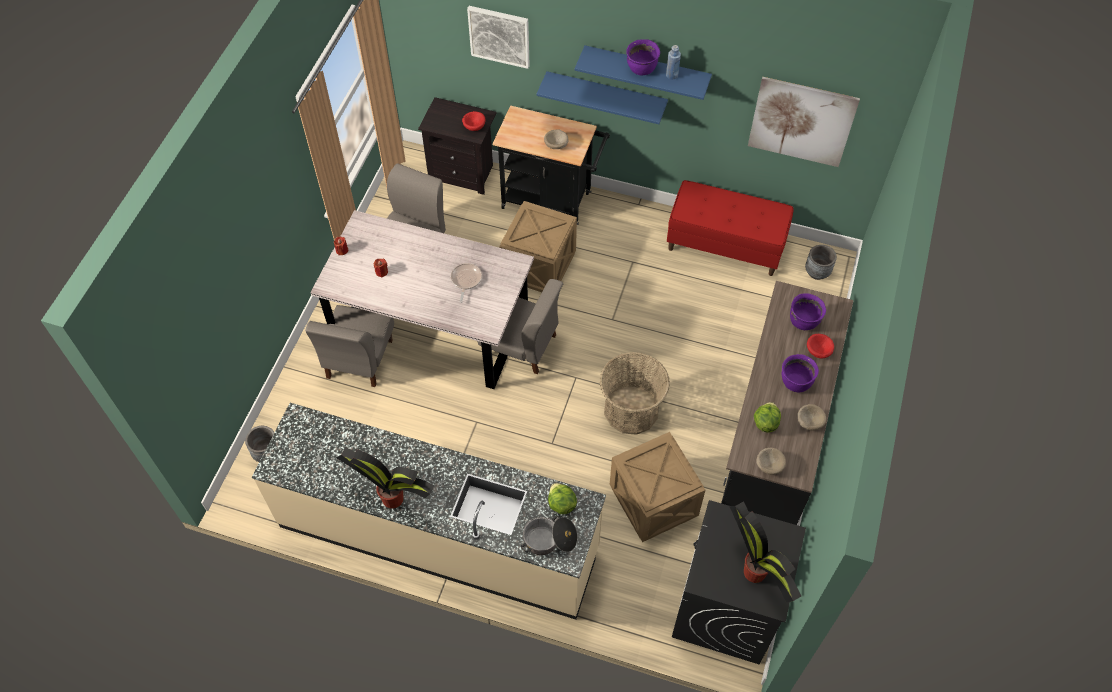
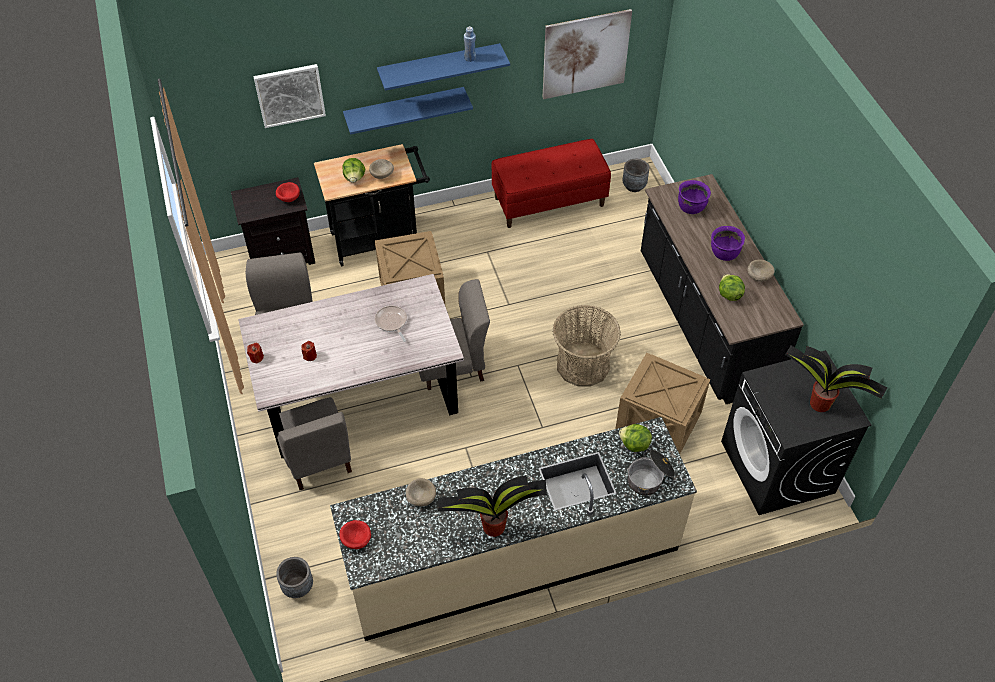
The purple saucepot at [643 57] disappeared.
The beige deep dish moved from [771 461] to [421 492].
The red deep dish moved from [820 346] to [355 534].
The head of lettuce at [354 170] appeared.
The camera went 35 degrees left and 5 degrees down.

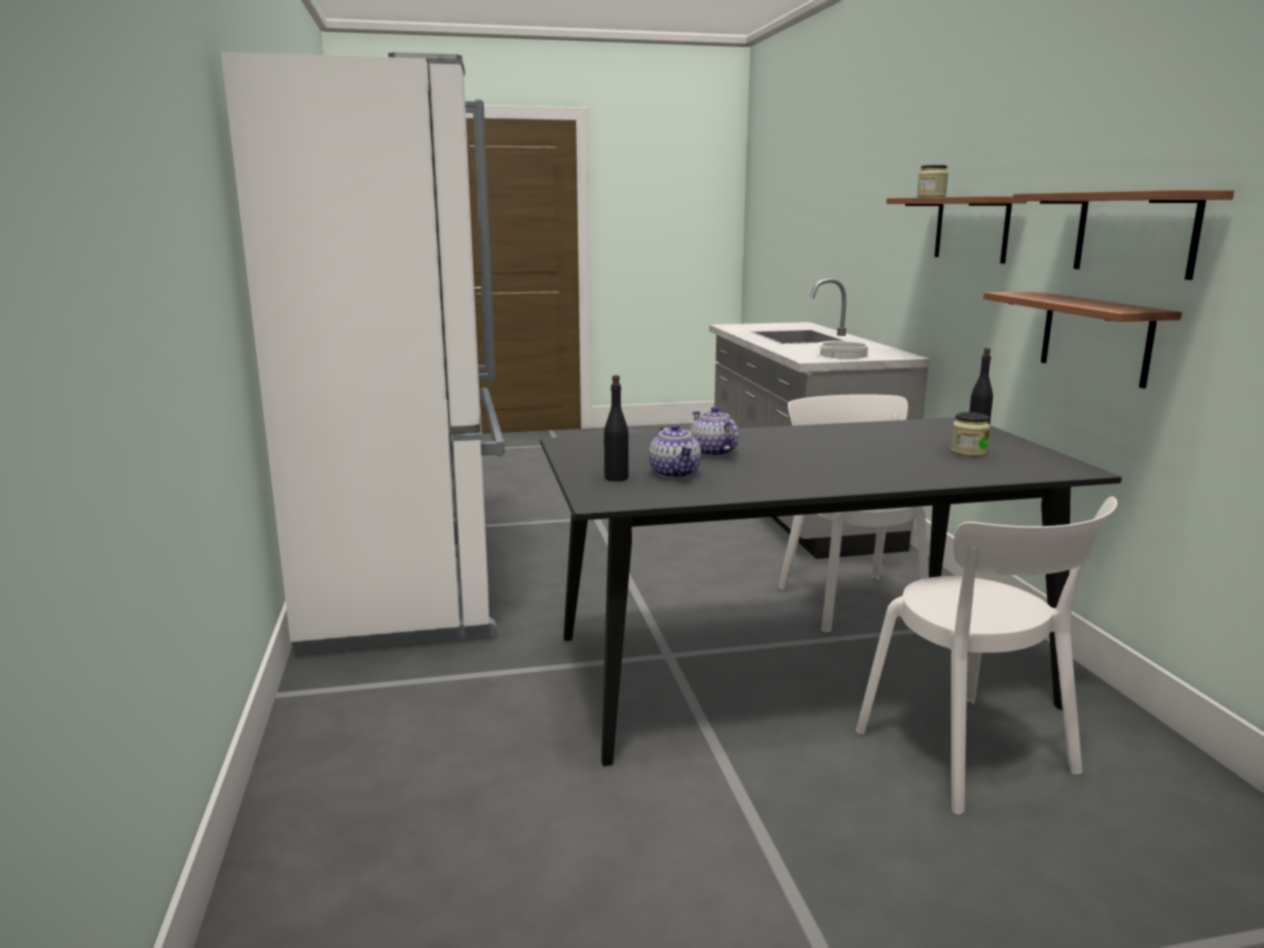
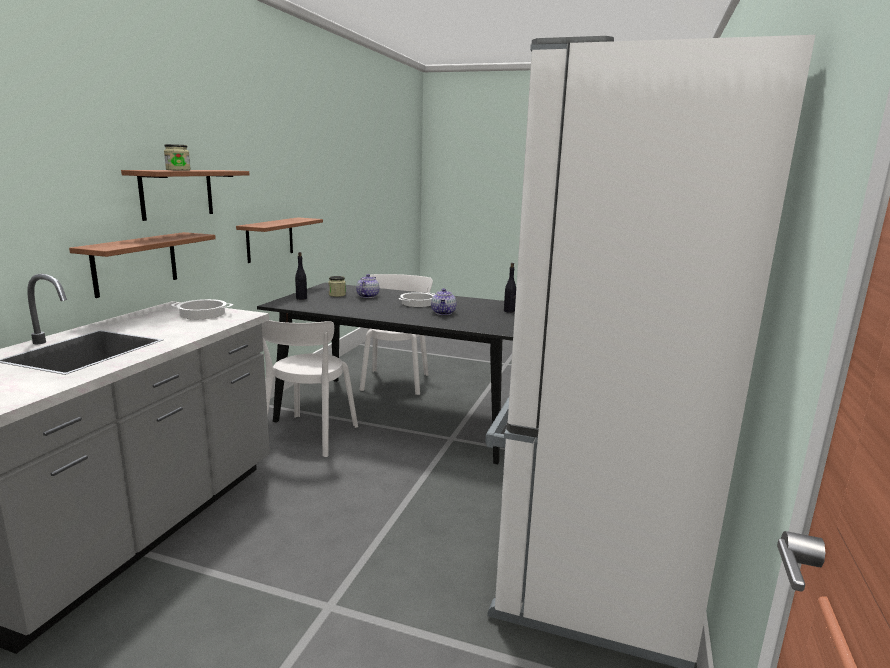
The tea pot moved from [675 451] to [367 286].
The shelf moved from [1123 235] to [142 265].
The saucepot at [416 299] appeared.
The camera went 150 degrees left and 0 degrees up.

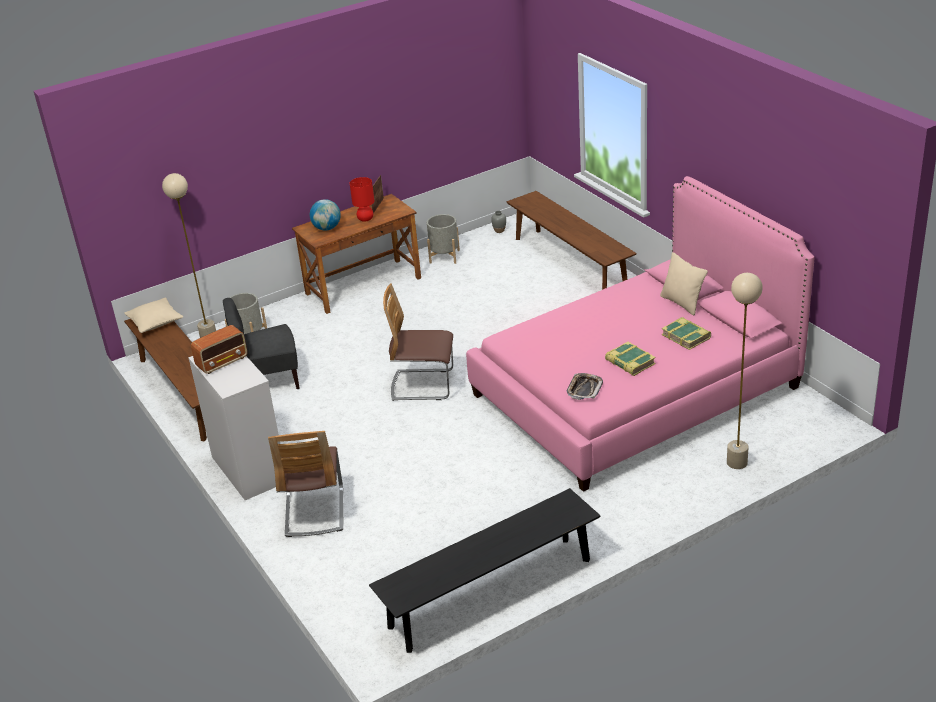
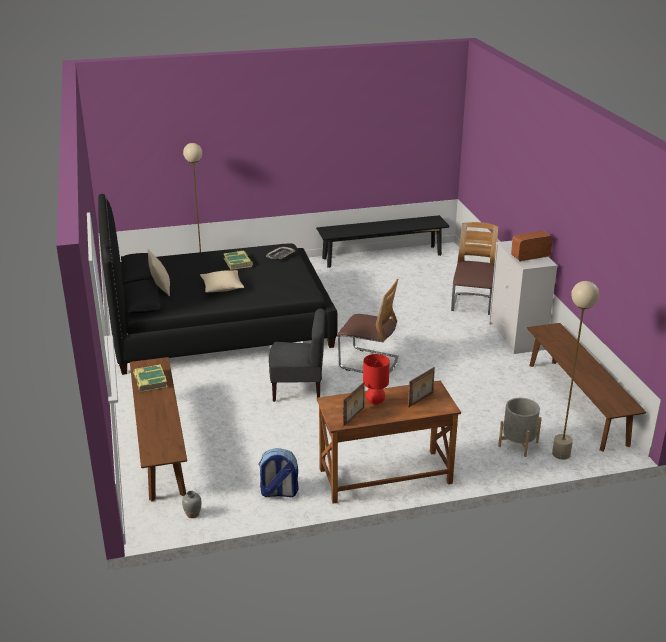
The beige cushion moved from [153 315] to [222 281].
The grey upright chair moved from [261 343] to [297 355].
The world globe at [325 215] was replaced by the picture frame at [421 387].
The grey plant pot at [443 239] was replaced by the backpack at [278 472].
The pink-coloured sleeping bed at [640 334] became the black-coloured sleeping bed at [218 284].
The bound book moved from [686 333] to [150 378].
The camera went 165 degrees left and 5 degrees down.

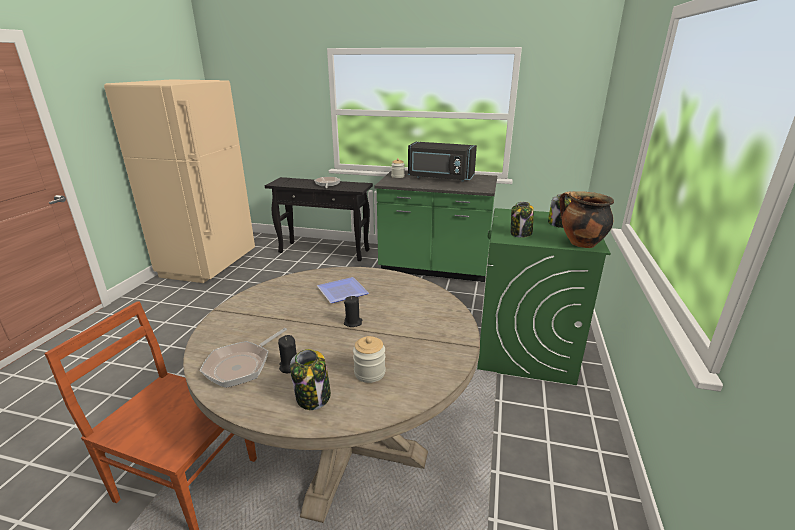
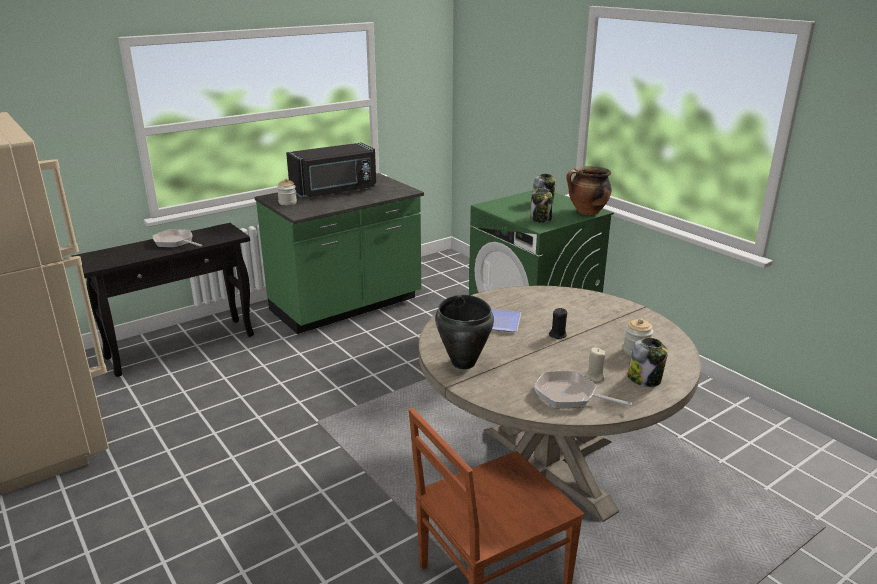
The pan at [243 358] turned 135 degrees clockwise.
The black-coloured candle at [287 354] became the beige candle at [595 364].
The black-coloured saucepot at [464 332] appeared.
The camera went 50 degrees left and 0 degrees up.

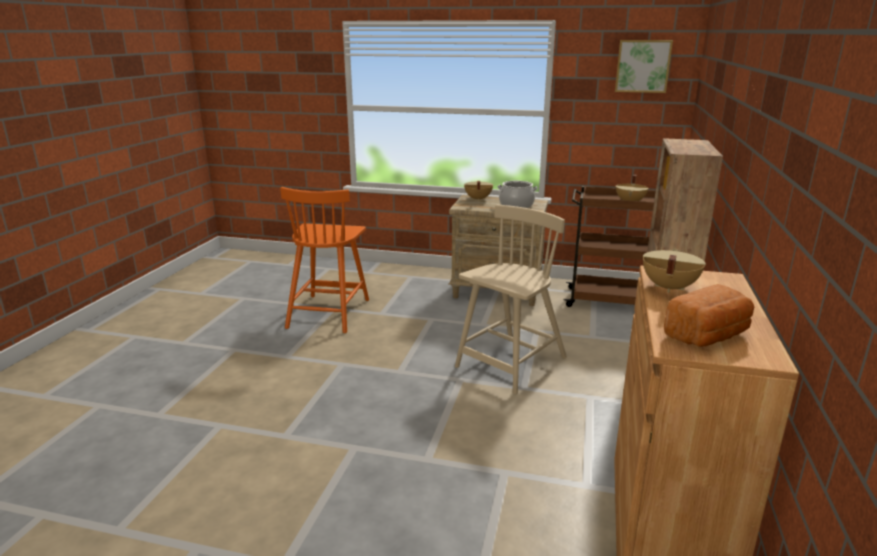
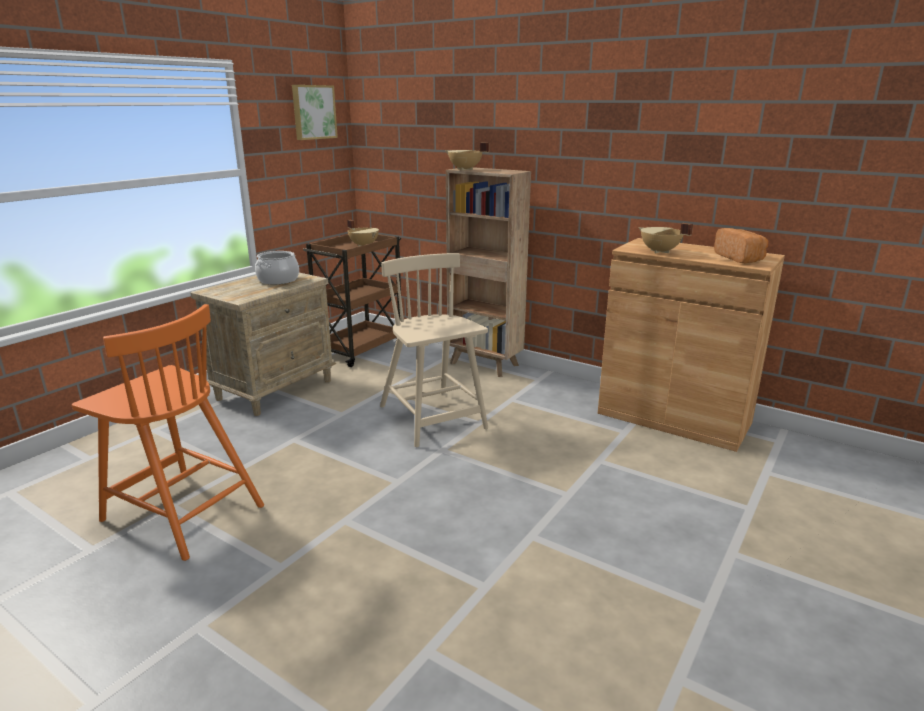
The beige saucepot moved from [478 191] to [467 156].
The camera went 70 degrees left and 0 degrees up.

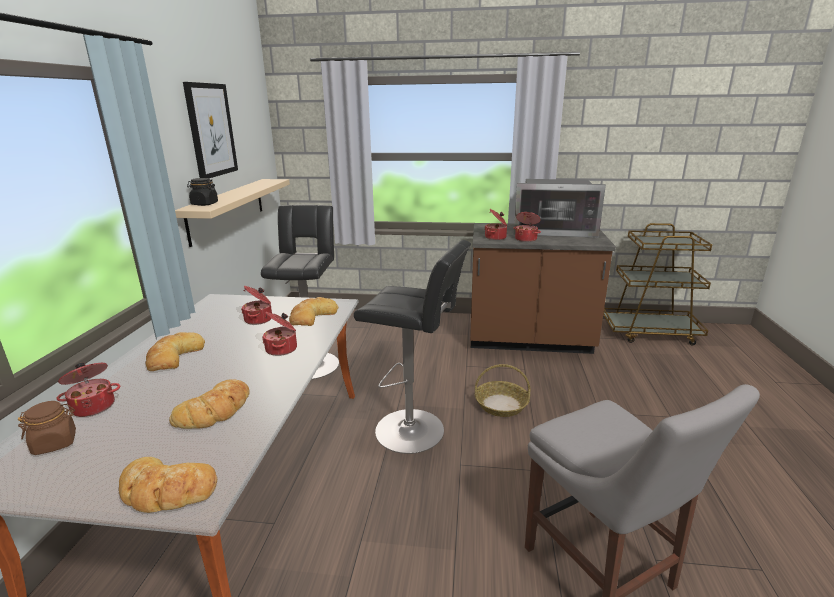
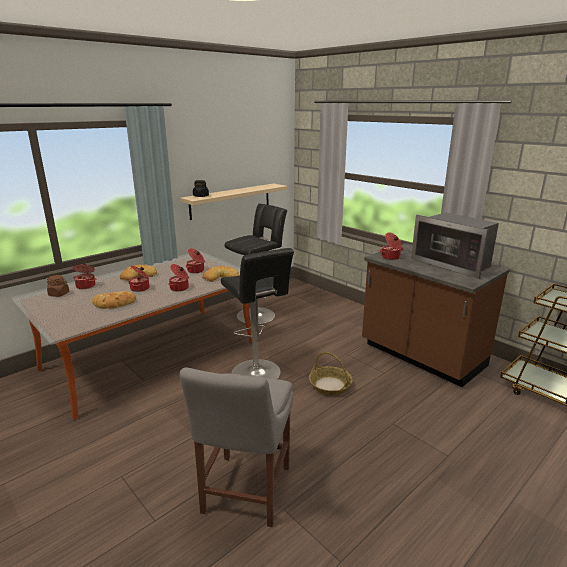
The baked bread at [168 485] disappeared.
The wall art at [210 130] disappeared.
The saucepot moved from [527 227] to [138 278].
The camera went 40 degrees right and 0 degrees up.

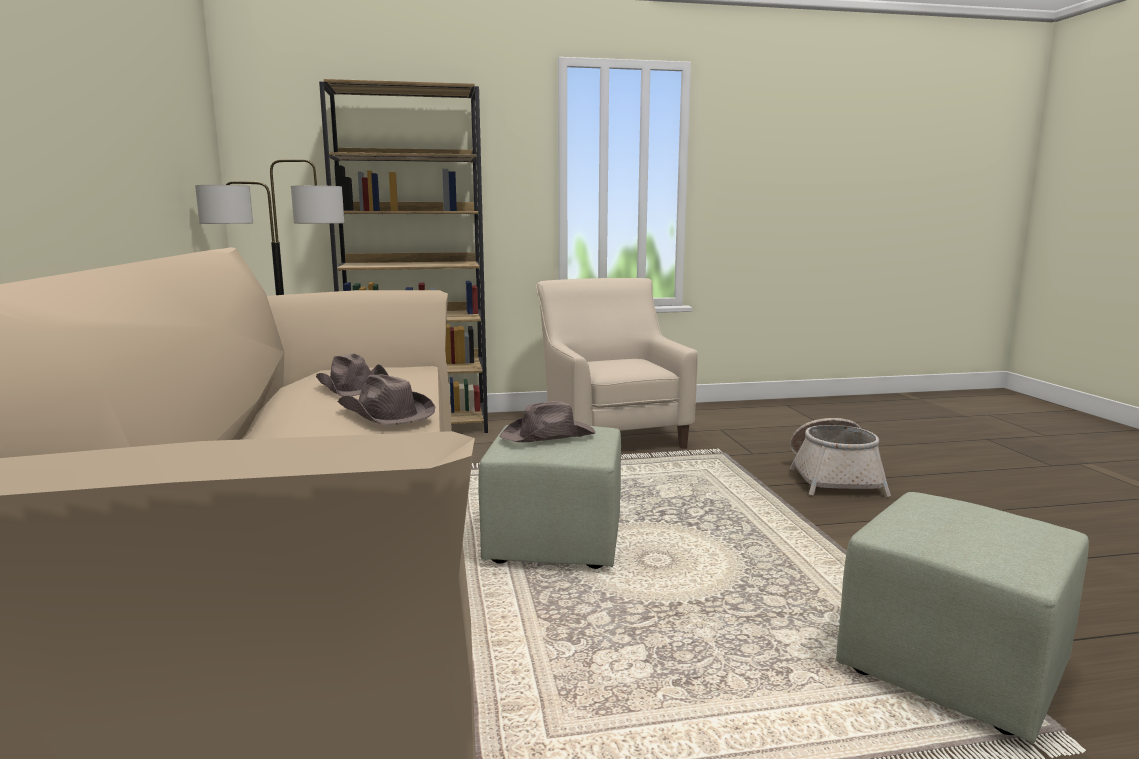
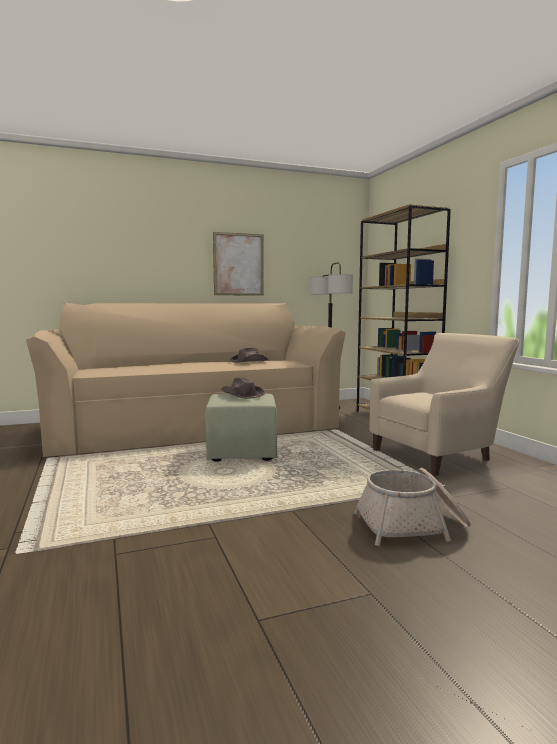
The brown hat at [386 399] disappeared.
The green ottoman at [962 618] disappeared.
The wall art at [238 264] appeared.
The camera went 80 degrees right and 5 degrees down.

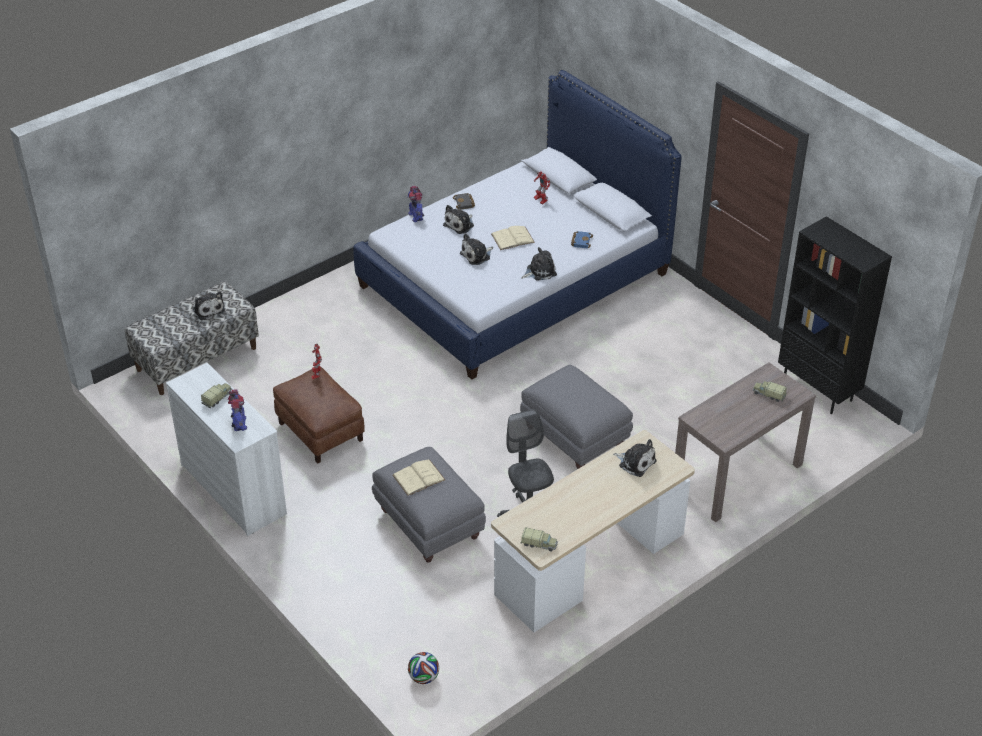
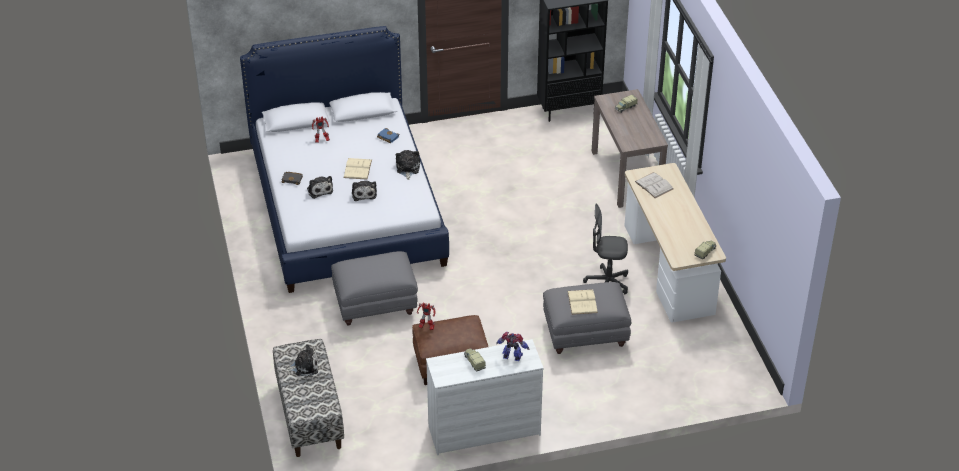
The model robot at [415 204] disappeared.
The ball for football at [423 668] disappeared.
The grey ottoman moved from [576 417] to [374 288].
The cuddly toy at [634 458] was replaced by the white bound book at [654 185].
The camera went 65 degrees left and 0 degrees up.

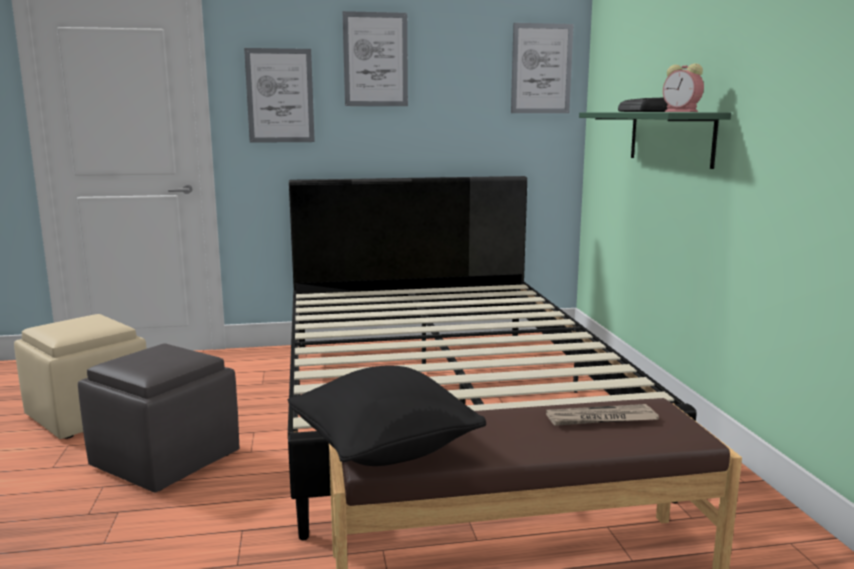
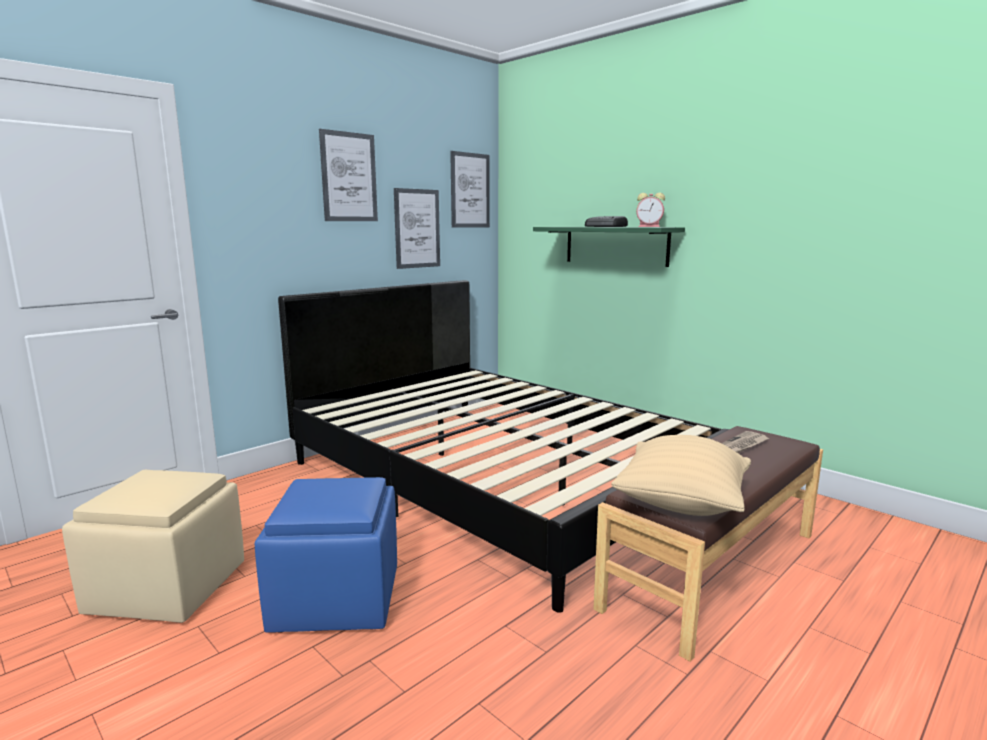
The grey ottoman at [158 417] became the blue-coloured ottoman at [326 555].
The wall art moved from [279 95] to [417 228].
The black-coloured cushion at [387 416] became the beige cushion at [681 475].
The camera went 35 degrees left and 0 degrees up.

